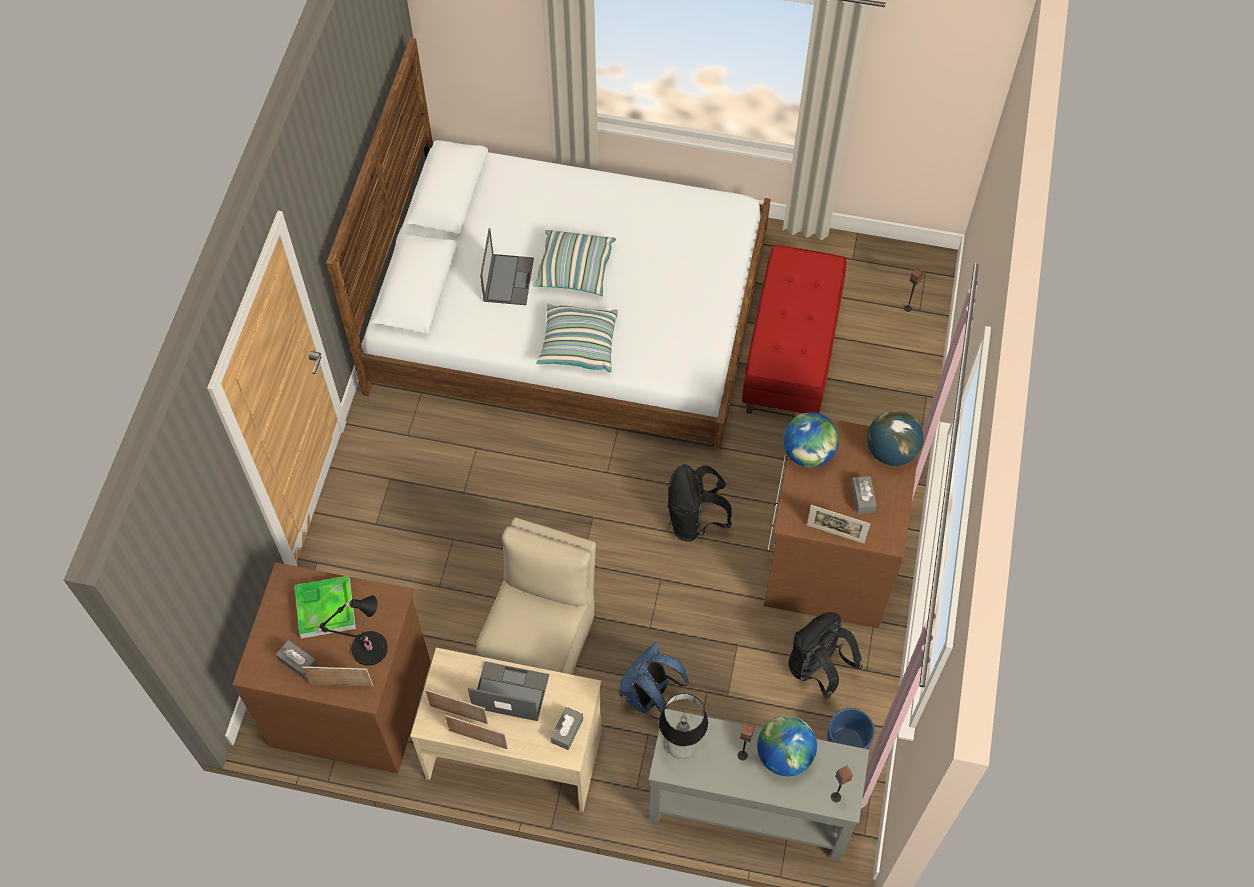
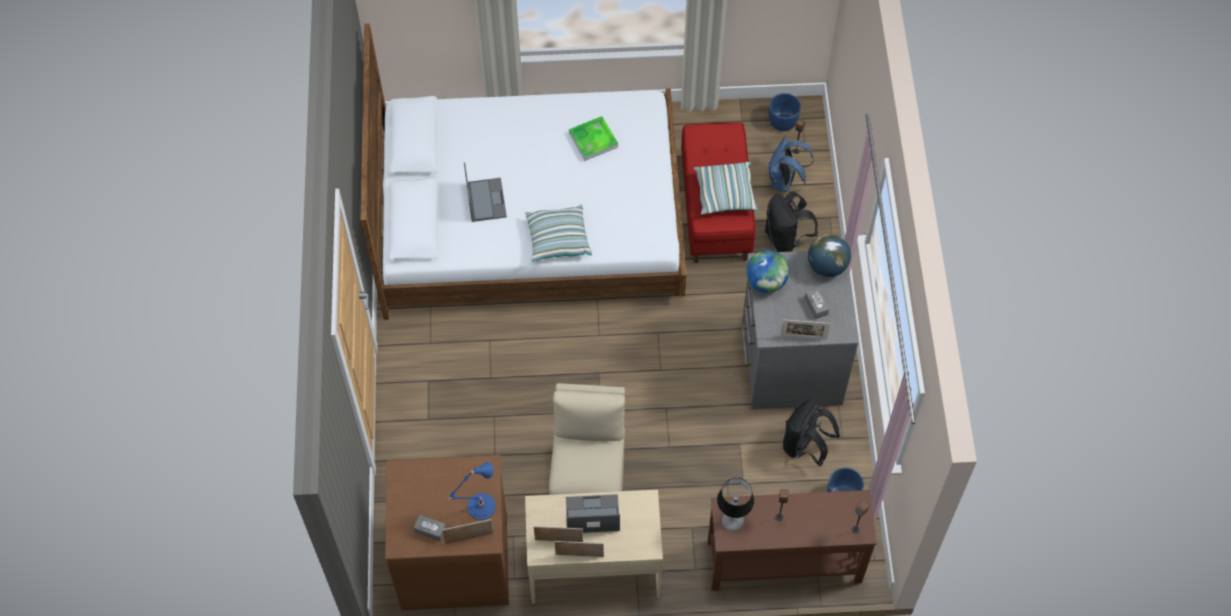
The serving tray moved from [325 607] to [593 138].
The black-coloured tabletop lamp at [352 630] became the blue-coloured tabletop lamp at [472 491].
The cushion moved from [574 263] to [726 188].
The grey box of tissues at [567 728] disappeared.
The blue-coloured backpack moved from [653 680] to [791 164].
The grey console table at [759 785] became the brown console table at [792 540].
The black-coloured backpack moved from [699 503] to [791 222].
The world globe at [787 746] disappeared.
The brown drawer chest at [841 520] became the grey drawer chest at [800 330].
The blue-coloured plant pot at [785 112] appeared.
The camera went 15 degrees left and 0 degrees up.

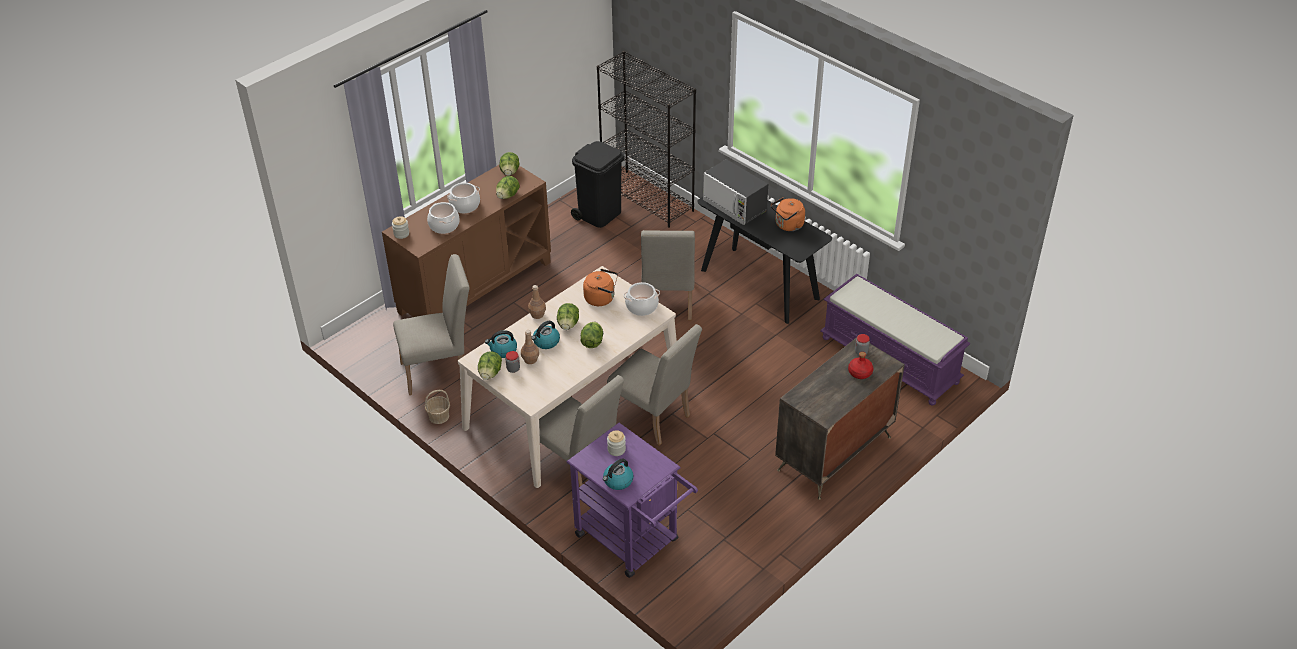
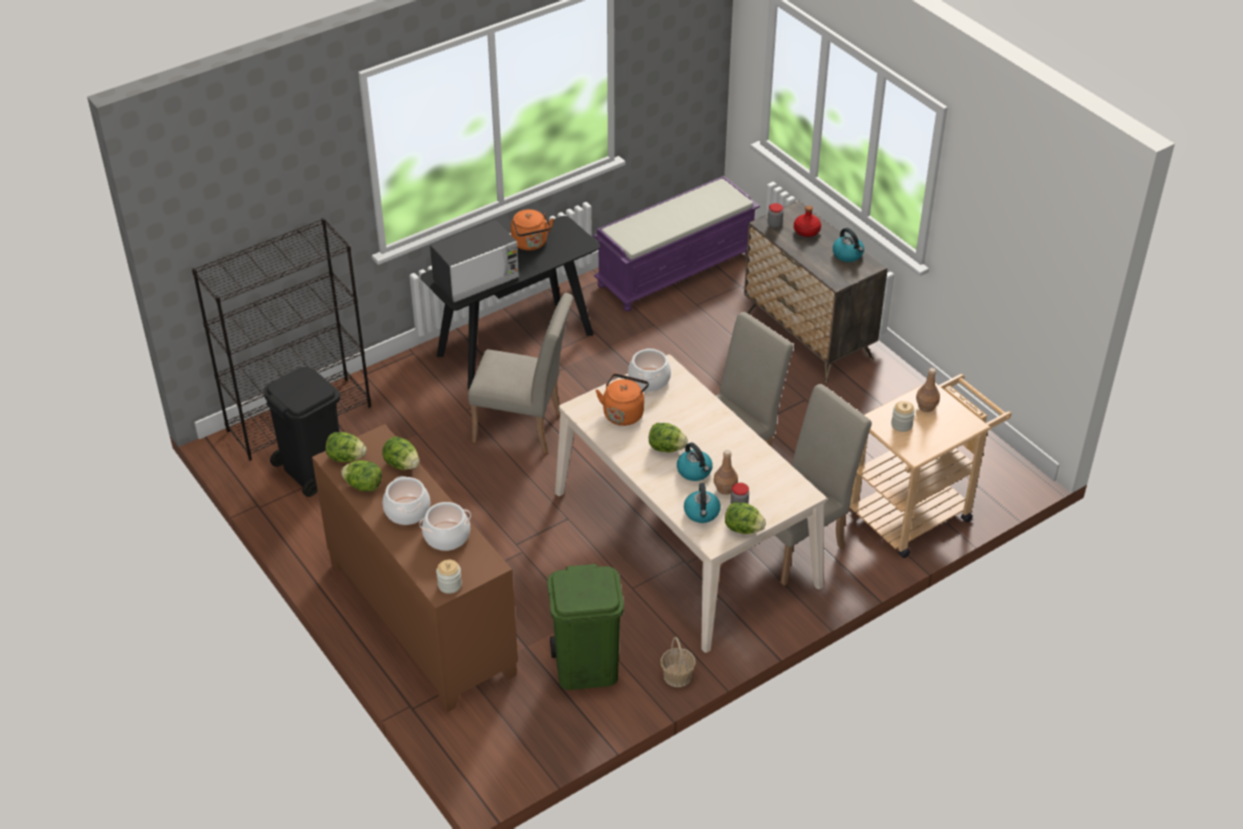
The beige upright chair at [431 324] was replaced by the green trash can at [585 627].
The brown drink bottle moved from [537 302] to [928 390].
The purple trolley at [632 500] became the beige trolley at [931 466].
The head of lettuce moved from [591 335] to [361 476].
The kettle moved from [618 474] to [848 245].
The camera went 80 degrees left and 0 degrees up.

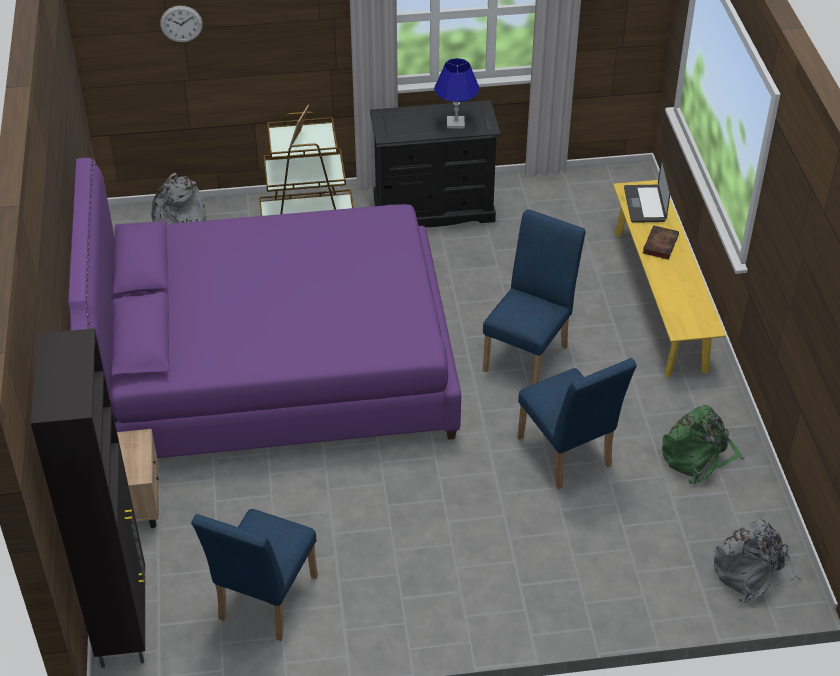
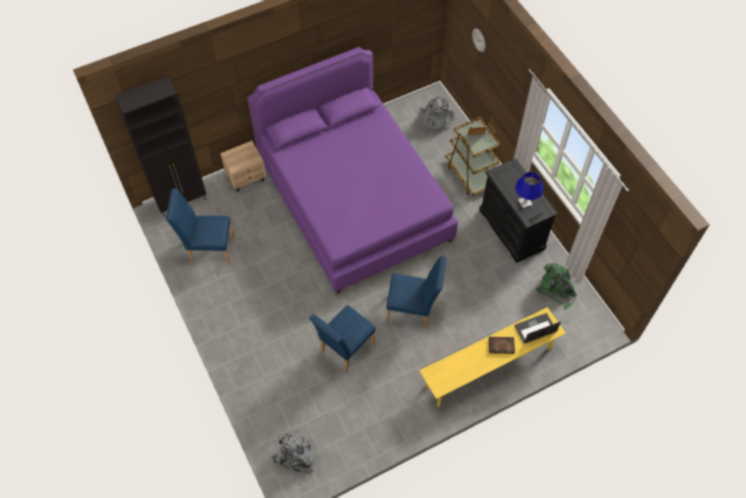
The green backpack moved from [703 444] to [556 286].
The camera went 70 degrees right and 15 degrees up.

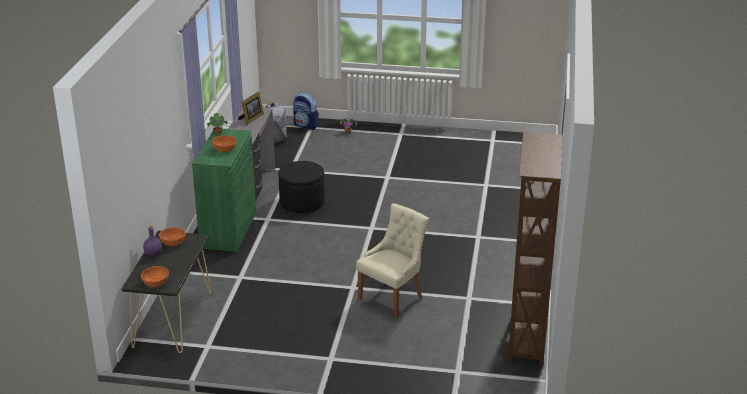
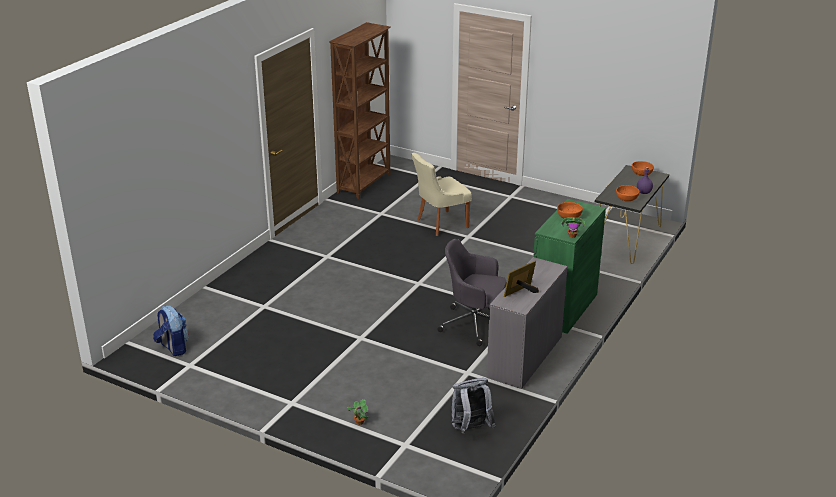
The black-coloured ottoman at [301 187] was replaced by the grey computer chair at [471 292].
The backpack moved from [306 111] to [171 330].
The camera went 160 degrees left and 0 degrees up.

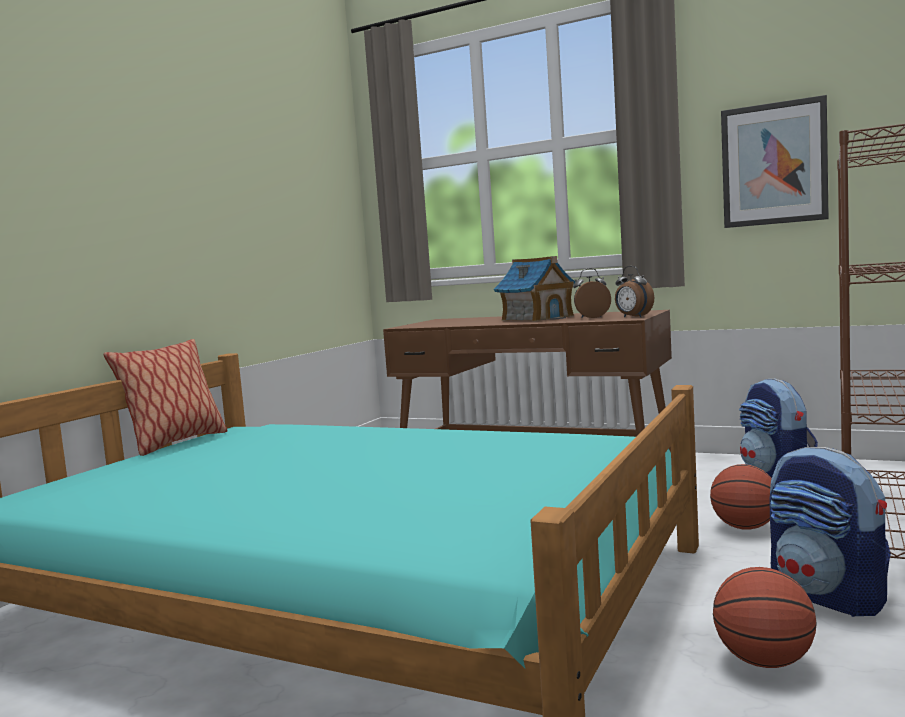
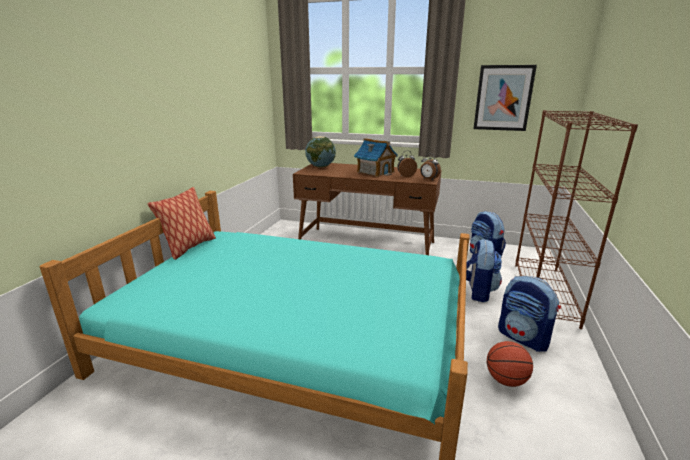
The basketball ball at [741 497] was replaced by the backpack at [484 270].
The world globe at [320 152] appeared.
The camera went 10 degrees left and 15 degrees up.

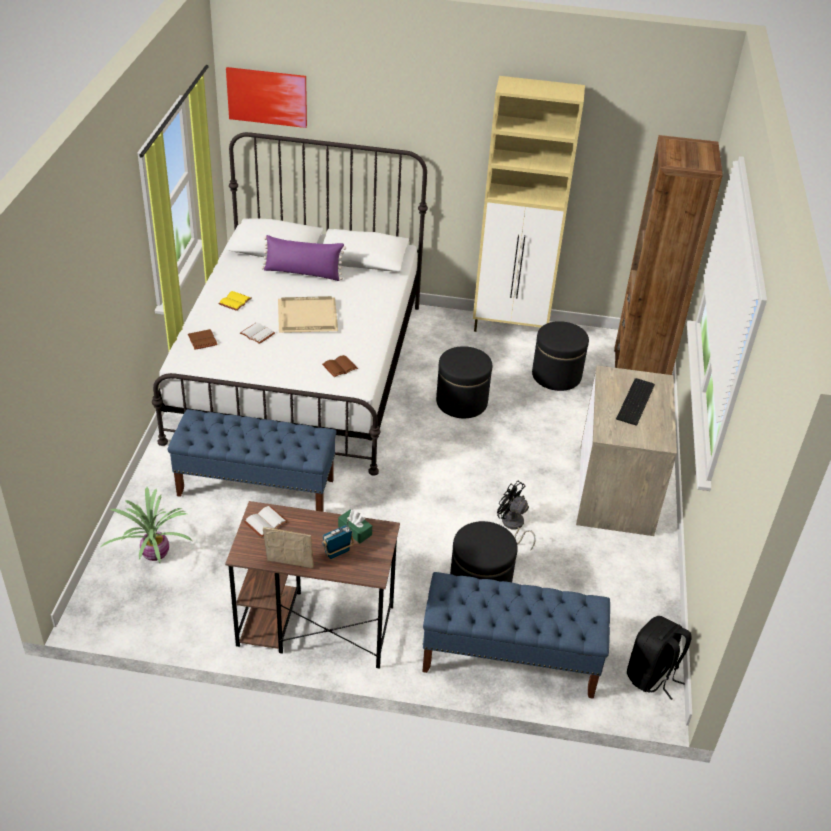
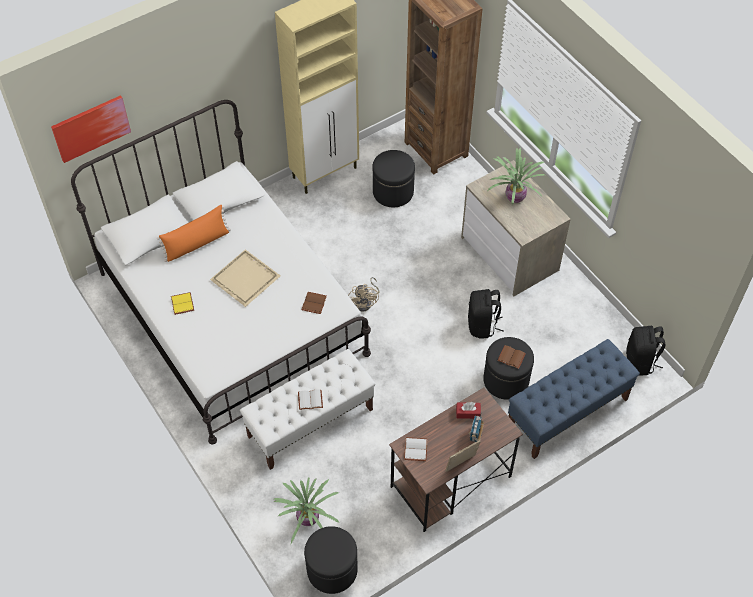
The blue-coloured long seat at [252 460] became the white long seat at [307 409].
The brown bound book moved from [203 339] to [511 357].
The white bound book moved from [257 333] to [310 400].
The purple cushion at [303 258] became the orange-coloured cushion at [194 233].
The green box of tissues at [355 526] became the red box of tissues at [468 410].
The black-coloured ottoman moved from [464 382] to [331 560].
The black-coloured fan at [516 516] was replaced by the black-coloured backpack at [486 314].
The keyboard at [635 402] was replaced by the potted plant at [516 176].
The beige fan at [364 294] appeared.
The camera went 40 degrees left and 15 degrees up.

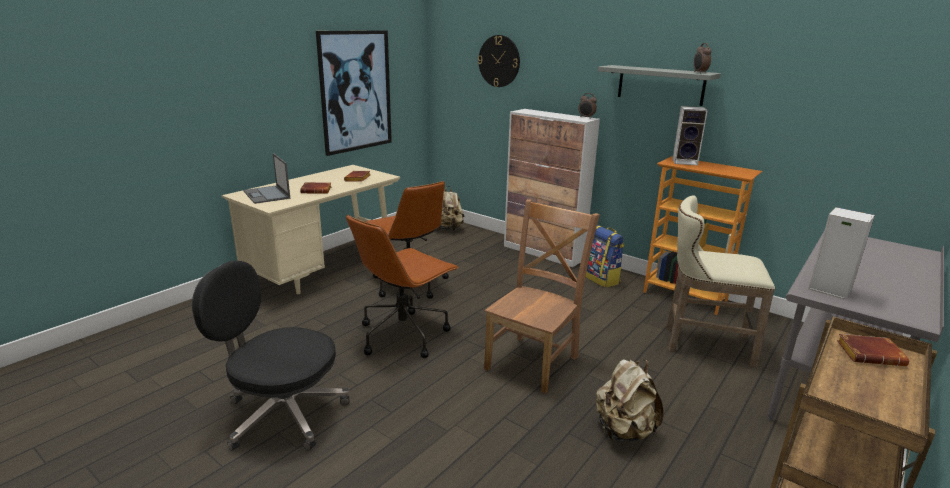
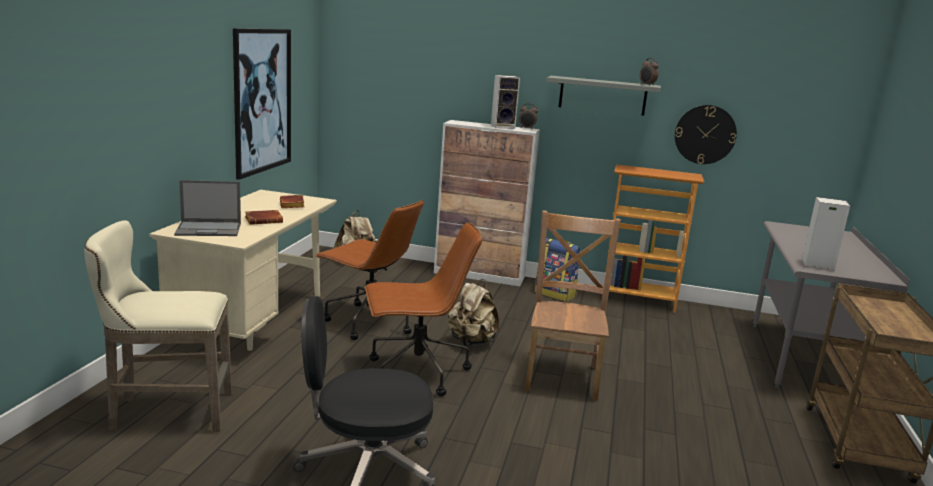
The laptop at [266 178] turned 45 degrees counterclockwise.
The brown computer chair at [402 286] turned 120 degrees counterclockwise.
The clock on the wall moved from [499 61] to [706 134].
The beige backpack moved from [630 400] to [473 312].
The beige stool seat moved from [720 281] to [158 326].
The loudspeaker moved from [690 135] to [505 102].
The brown bound book at [873 350] disappeared.
The camera went 25 degrees left and 5 degrees down.

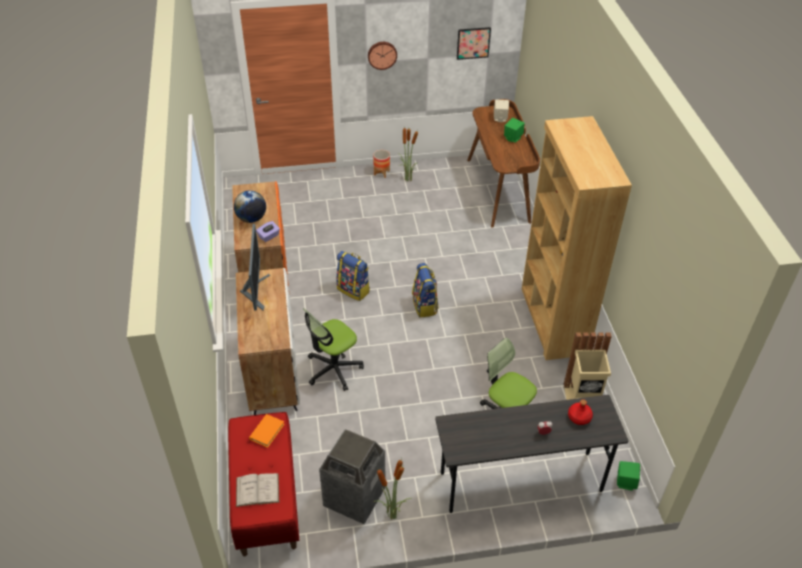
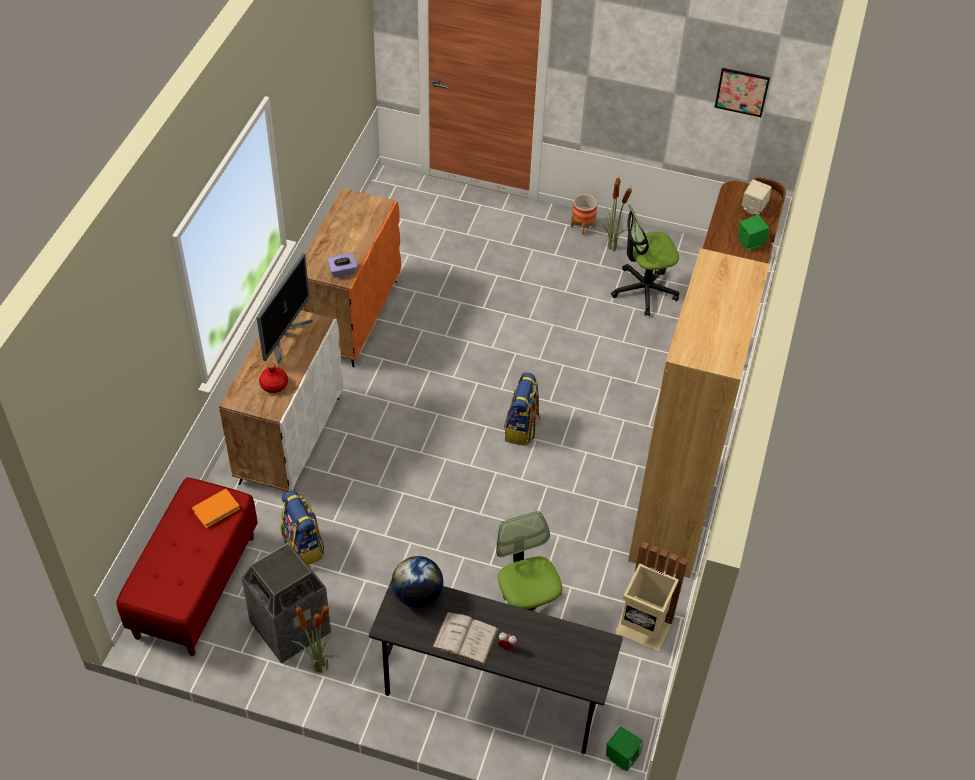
The world globe moved from [250 206] to [417 582].
The white bound book moved from [257 490] to [465 638].
The computer chair moved from [333 350] to [645 260].
The backpack moved from [353 276] to [302 527].
The clock on the wall at [382 56] disappeared.
The red drink bottle moved from [580 412] to [273 377].
The camera went 25 degrees right and 5 degrees up.

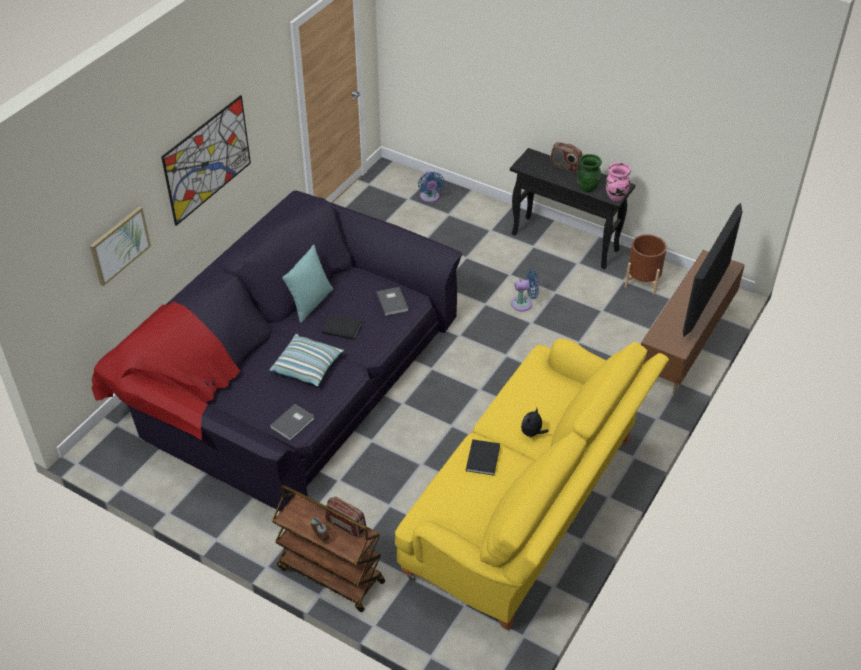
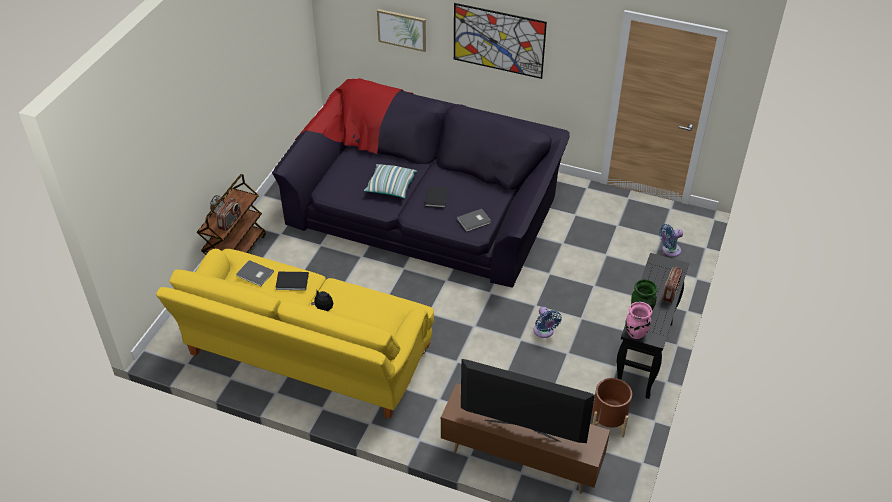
The grey bound book moved from [292 422] to [255 273].
The turquoise-coloured cushion at [307 284] disappeared.
The camera went 80 degrees right and 0 degrees up.

